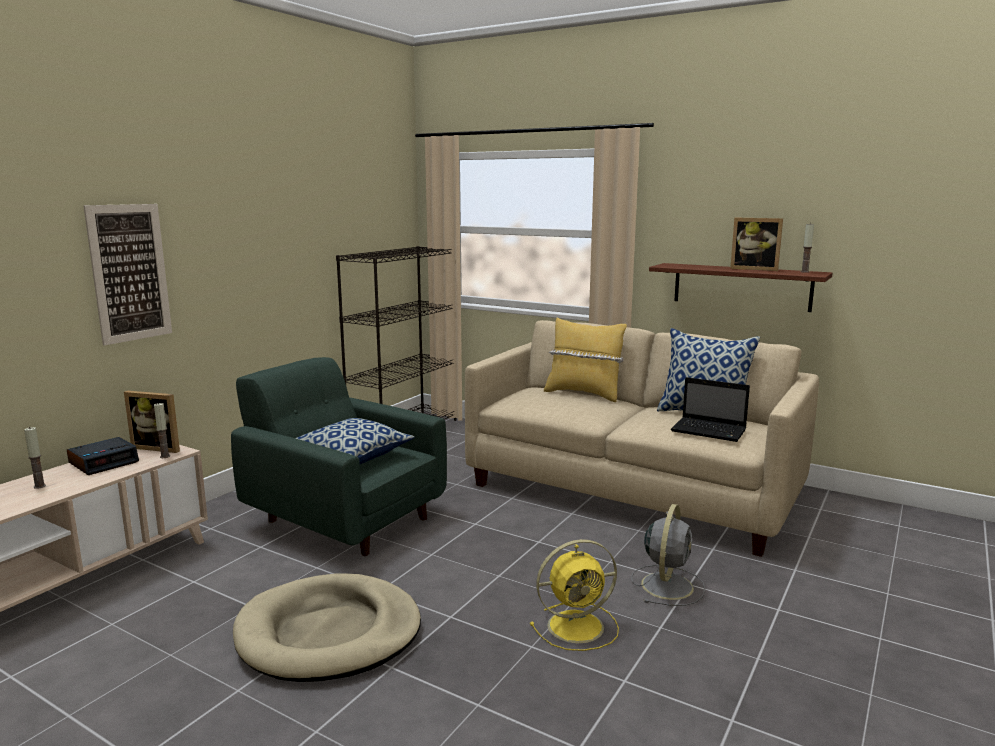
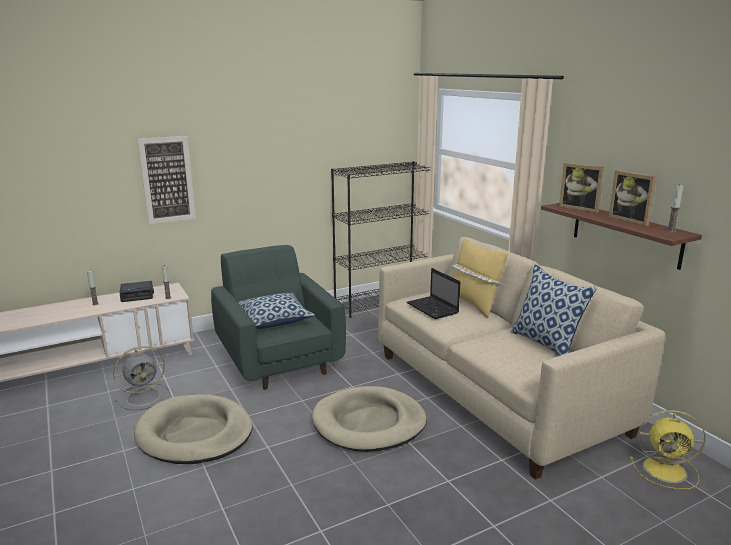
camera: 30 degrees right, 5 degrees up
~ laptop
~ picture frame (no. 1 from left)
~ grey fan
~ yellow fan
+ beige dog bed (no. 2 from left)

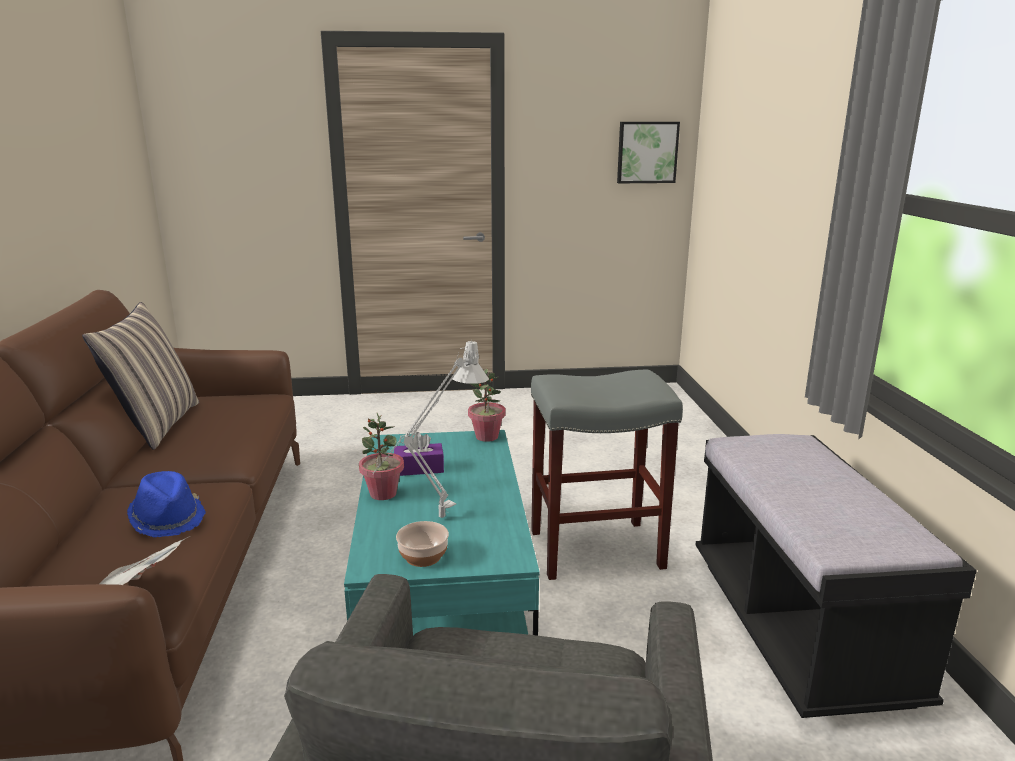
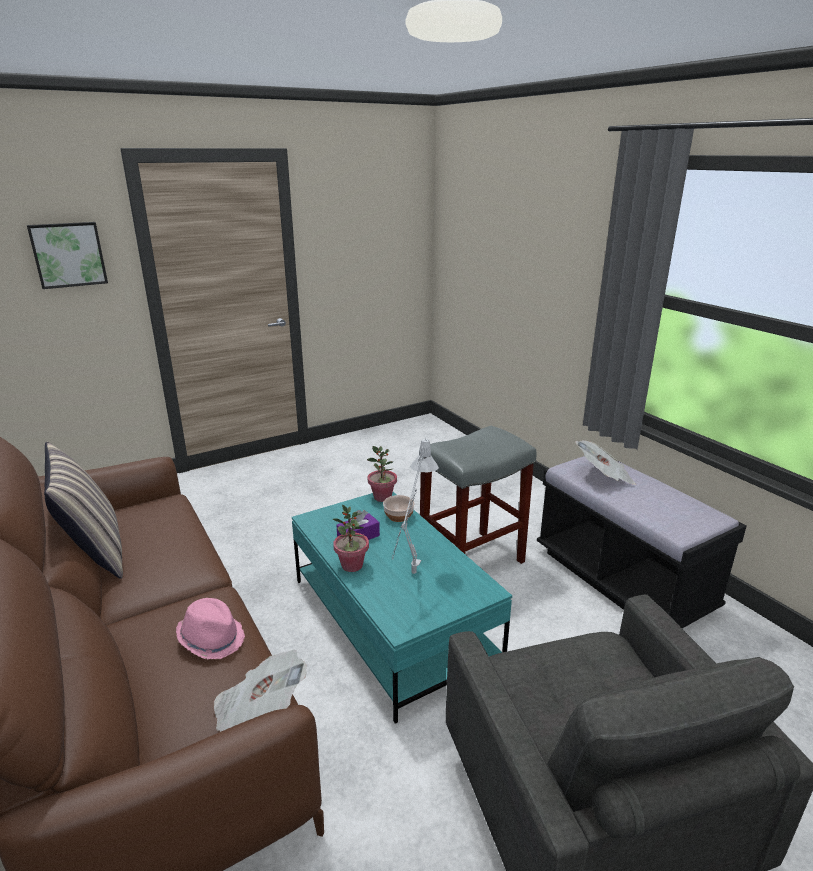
camera: 25 degrees left, 5 degrees up
~ picture
~ blue hat to pink hat
~ bowl
+ newspaper (no. 2 from left)

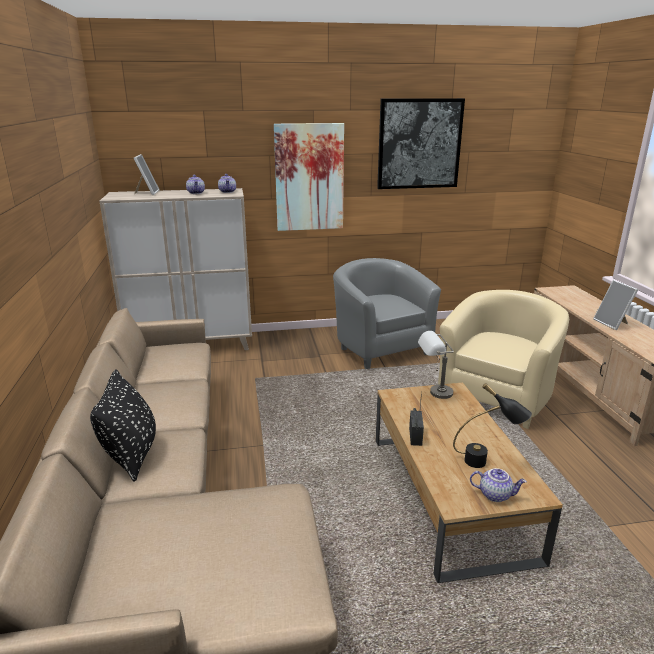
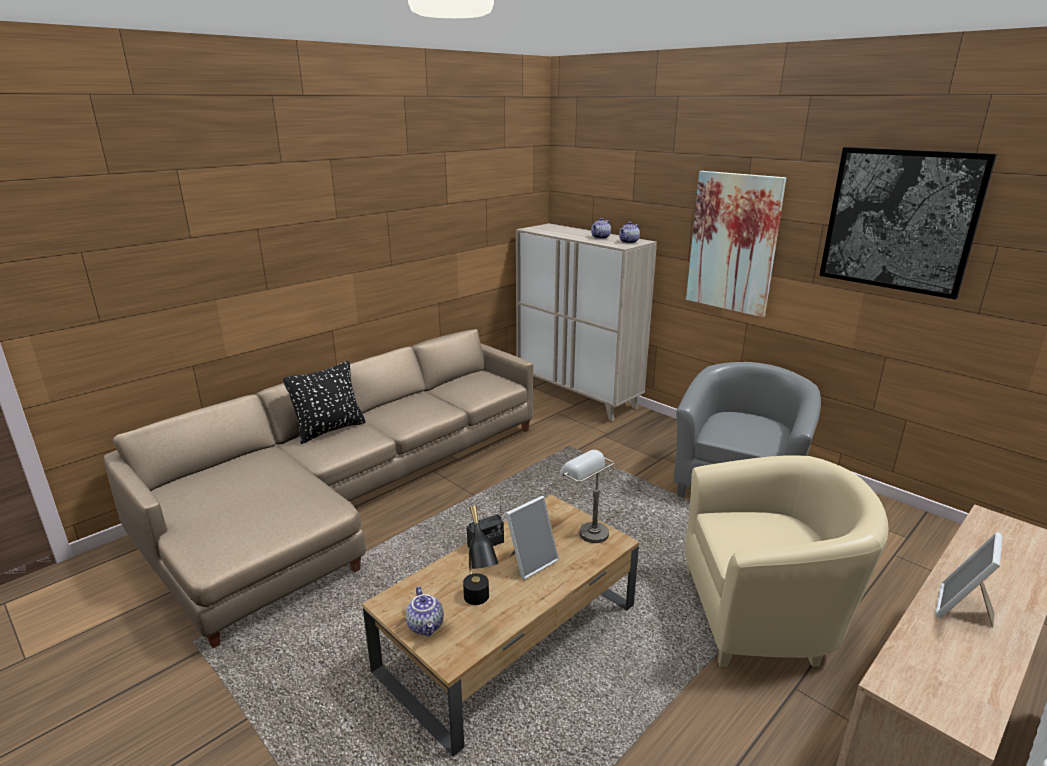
camera: 55 degrees right, 0 degrees up
~ picture frame (no. 1 from left)

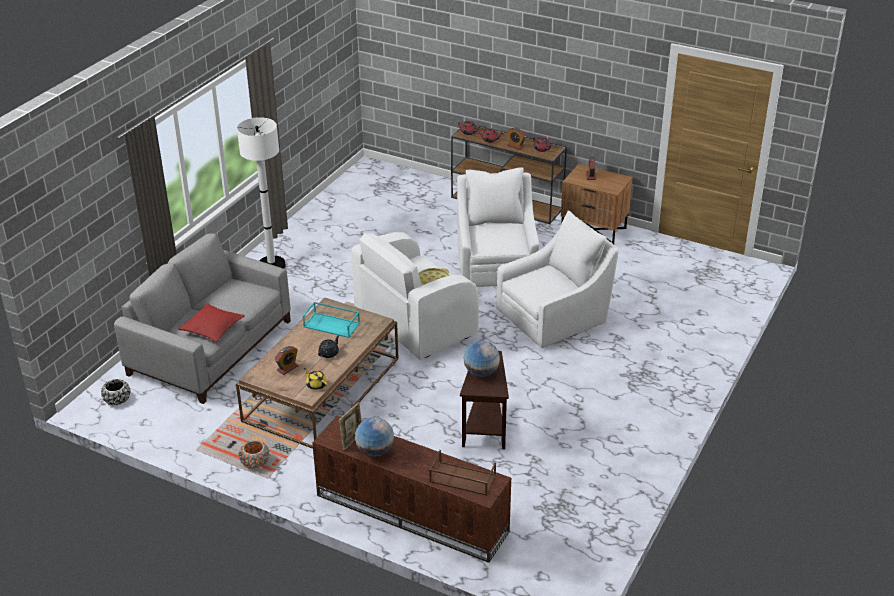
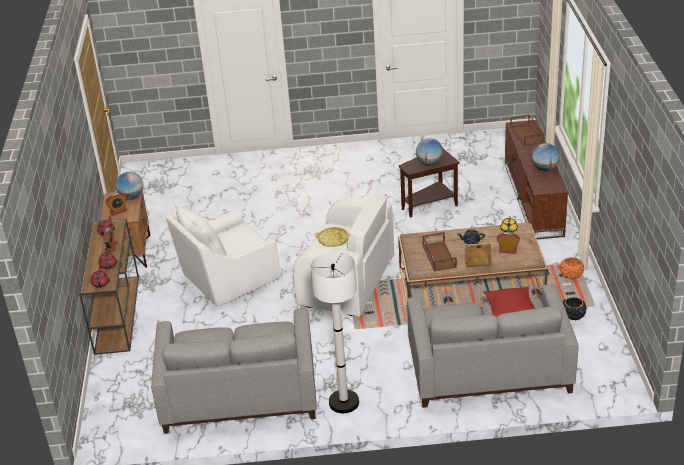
camera: 120 degrees left, 0 degrees up
- white armchair (no. 3 from left)
~ turquoise tray to brown tray (no. 1 from left)
~ black planter
~ picture frame
+ globe (no. 1 from left)
+ grey sofa (no. 1 from left)

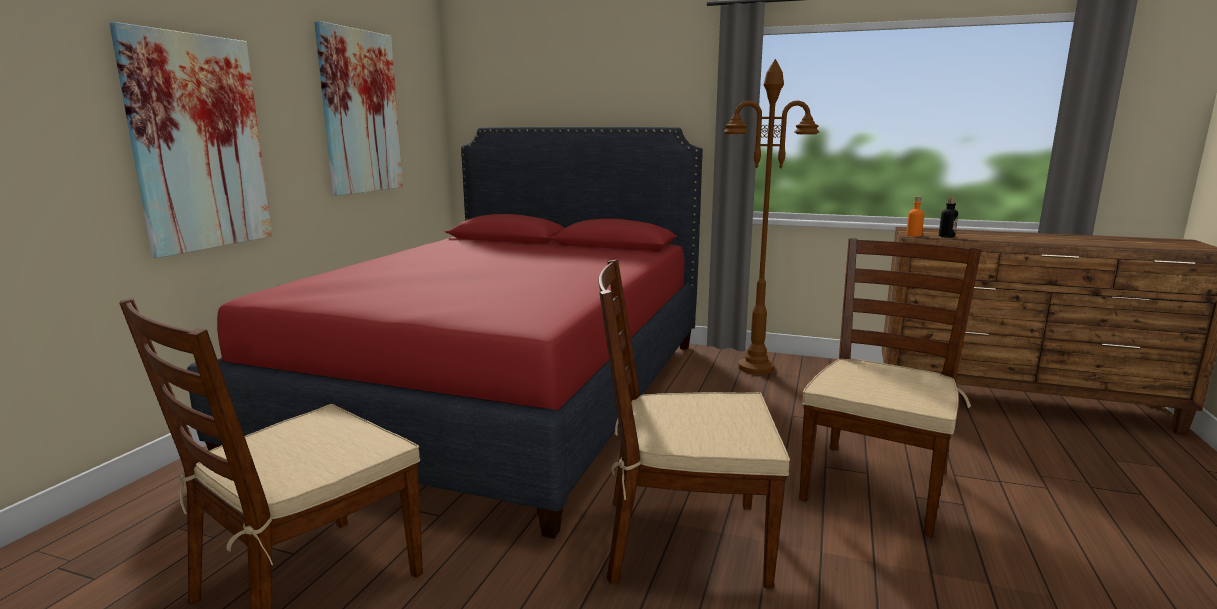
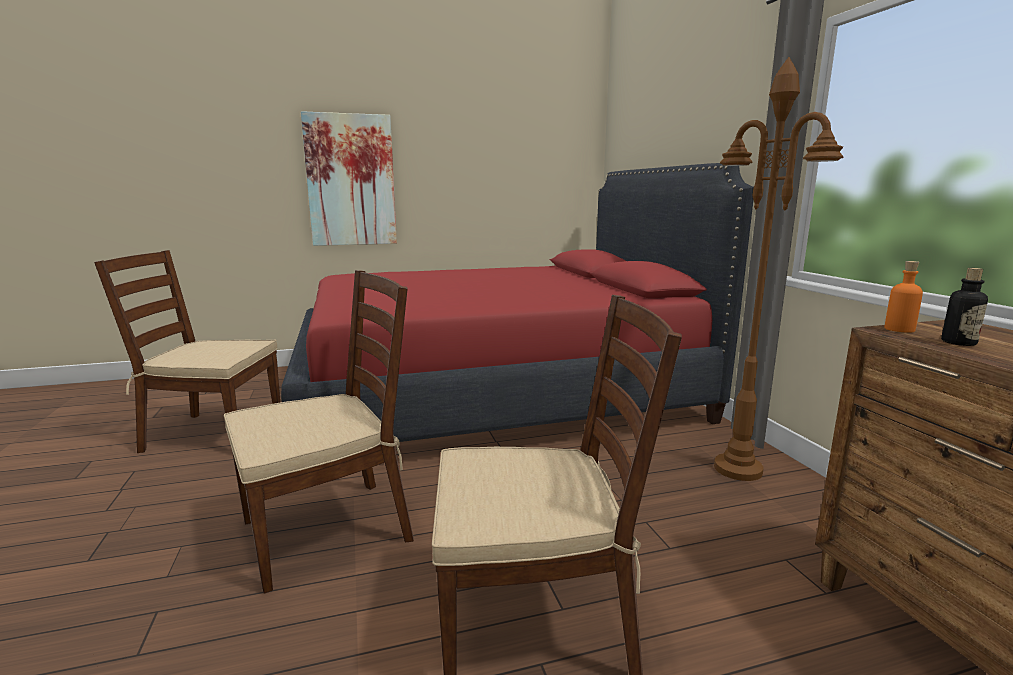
camera: 55 degrees right, 0 degrees up
- picture (no. 2 from left)
~ brown chair (no. 2 from left) 90 degrees clockwise

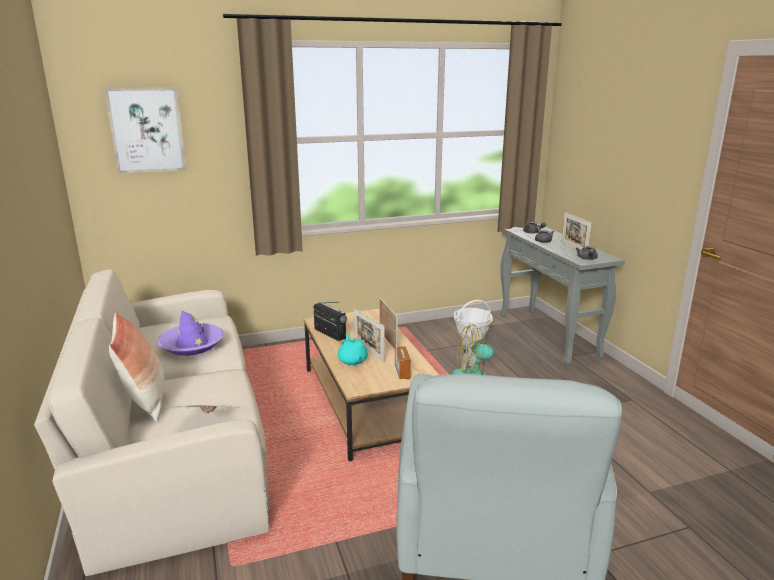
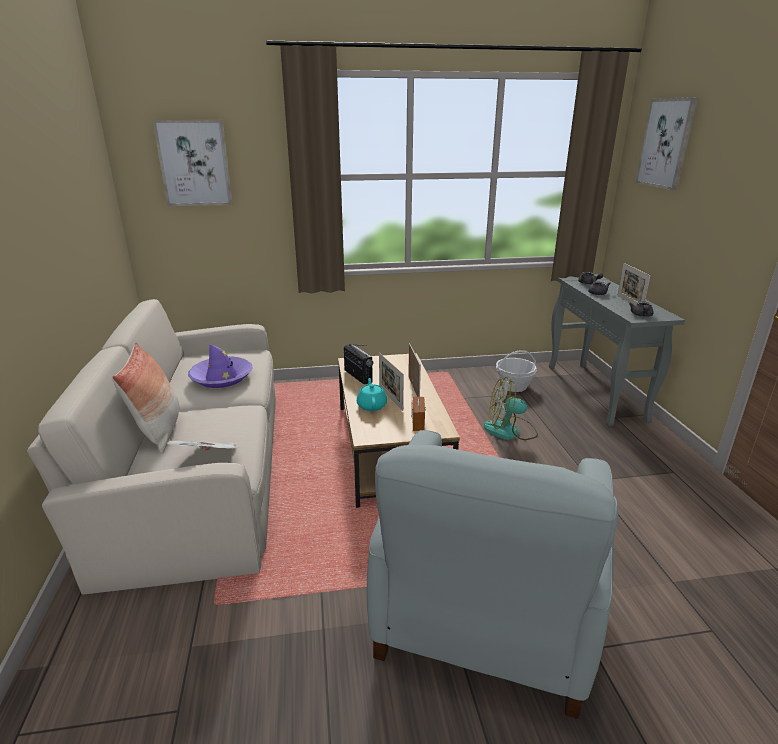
camera: 10 degrees right, 5 degrees up
+ picture (no. 2 from left)

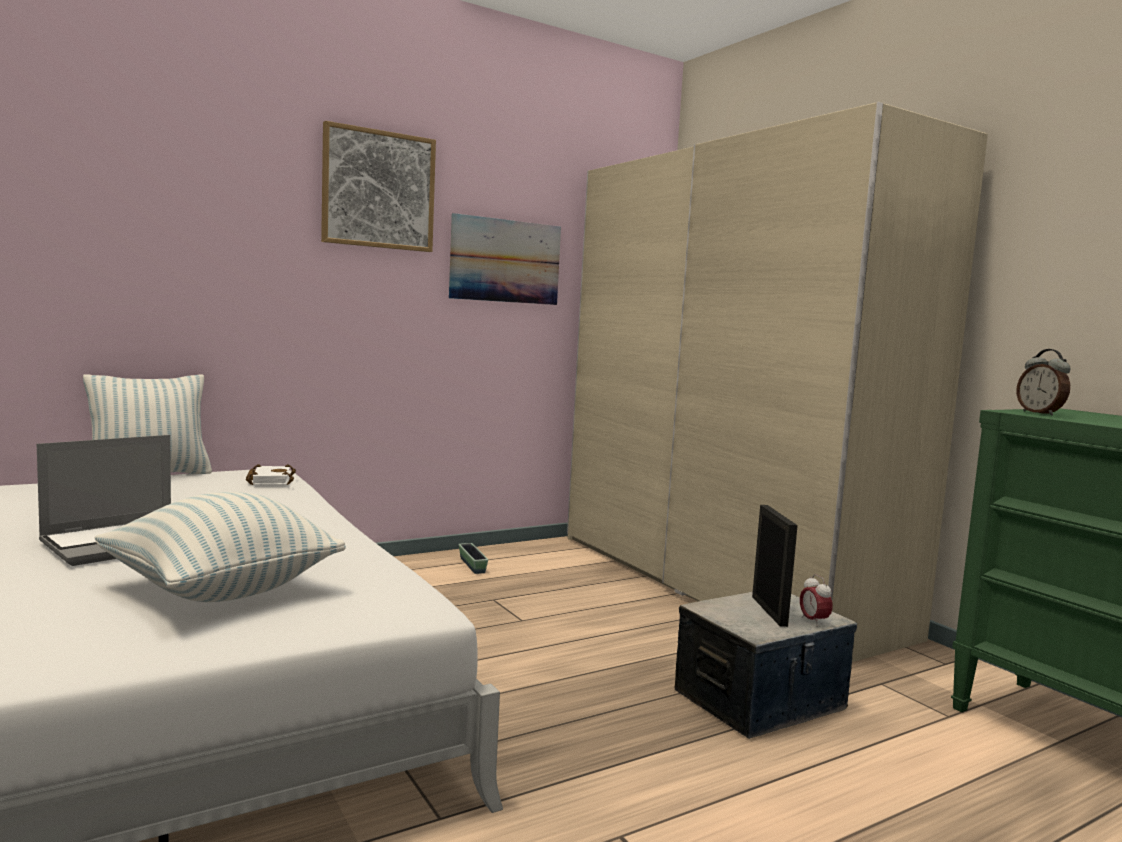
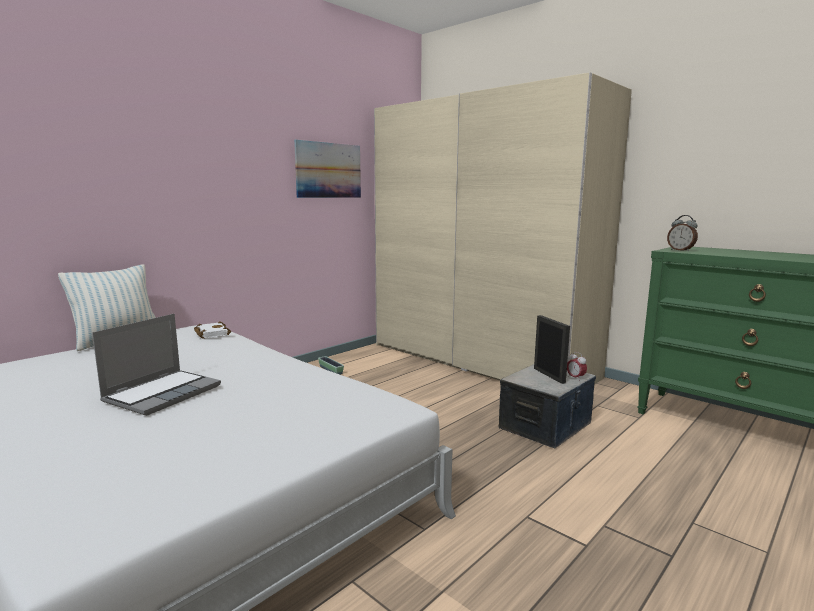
camera: 15 degrees left, 5 degrees up
- picture (no. 1 from left)
- pillow (no. 2 from left)

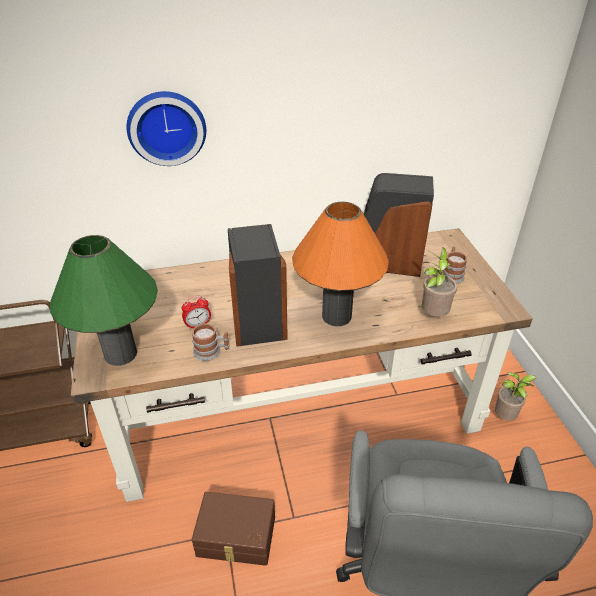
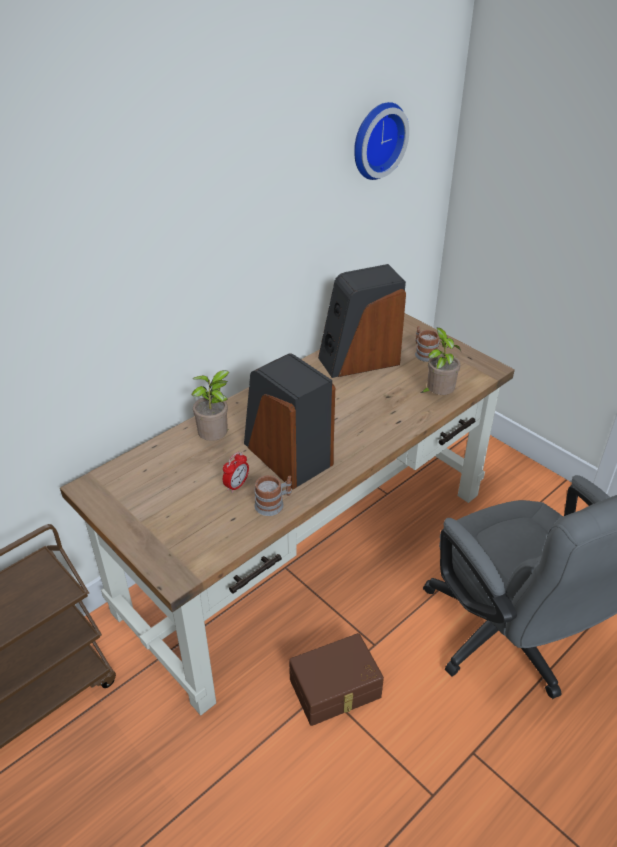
camera: 30 degrees left, 0 degrees up
~ wall clock
- orange table lamp
- green table lamp
~ potted plant (no. 2 from left in the first image) to potted plant (no. 1 from left)

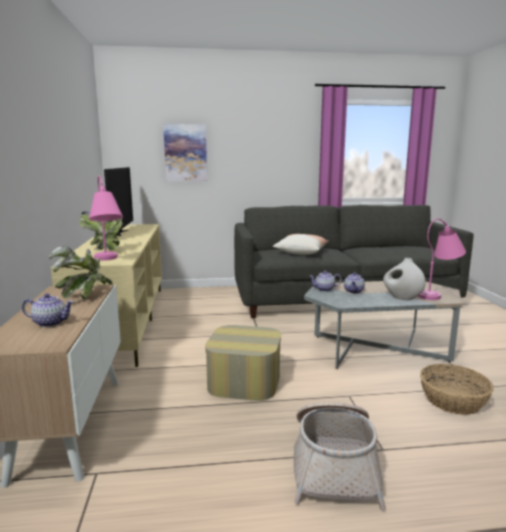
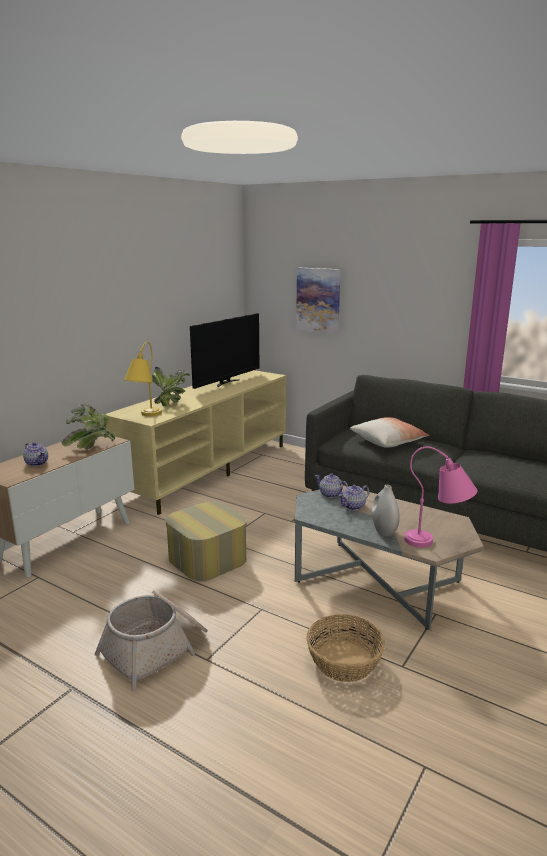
camera: 40 degrees right, 5 degrees up
~ pink table lamp (no. 1 from left) to yellow table lamp

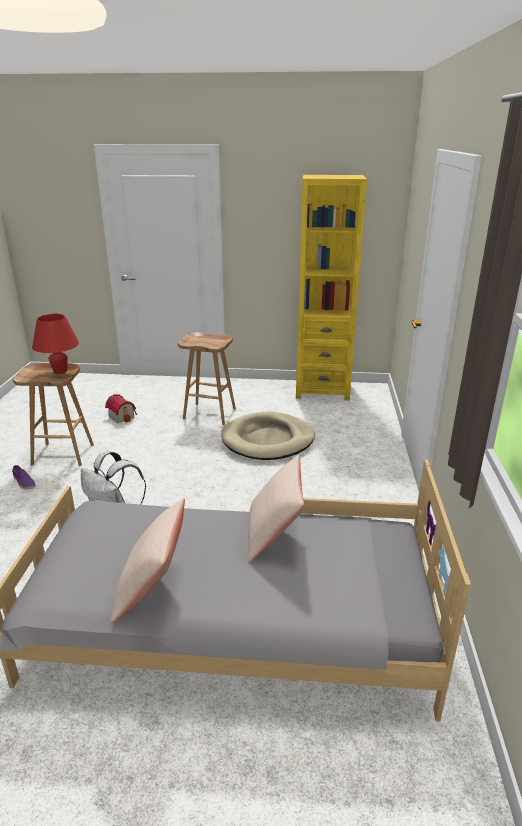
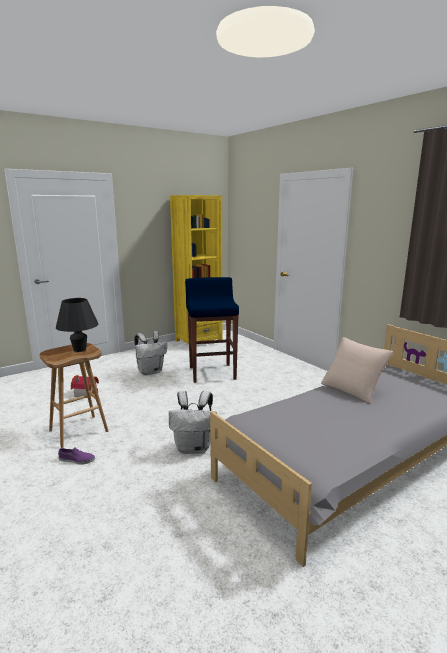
camera: 40 degrees left, 10 degrees down
~ red table lamp to black table lamp
~ brown stool (no. 2 from left) to white backpack (no. 1 from left)
~ beige dog bed to blue stool
- beige pillow (no. 1 from left)

